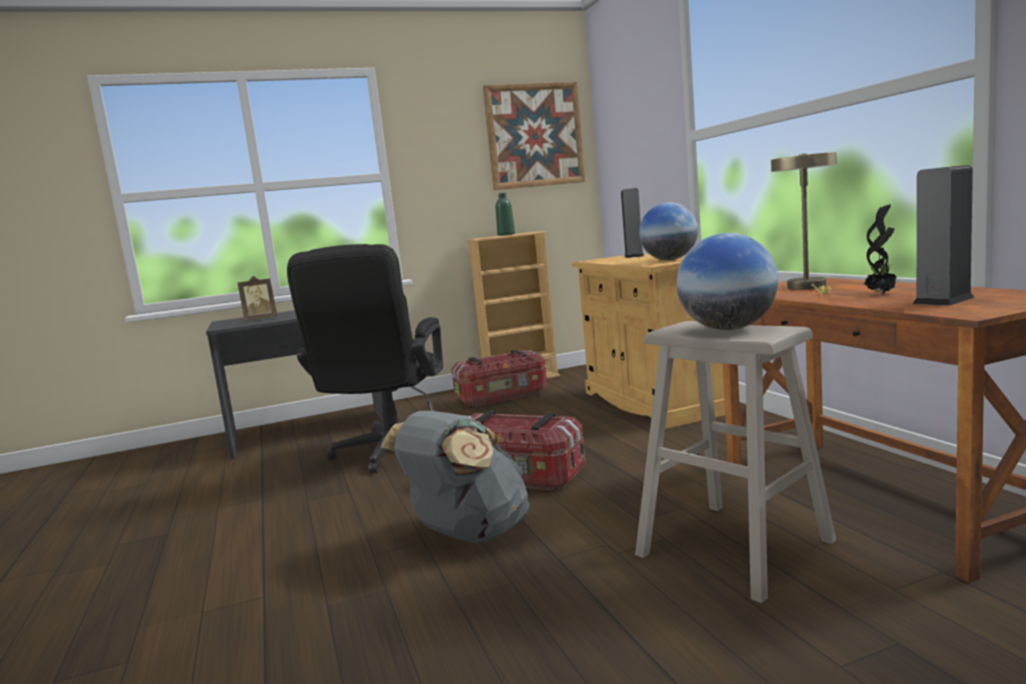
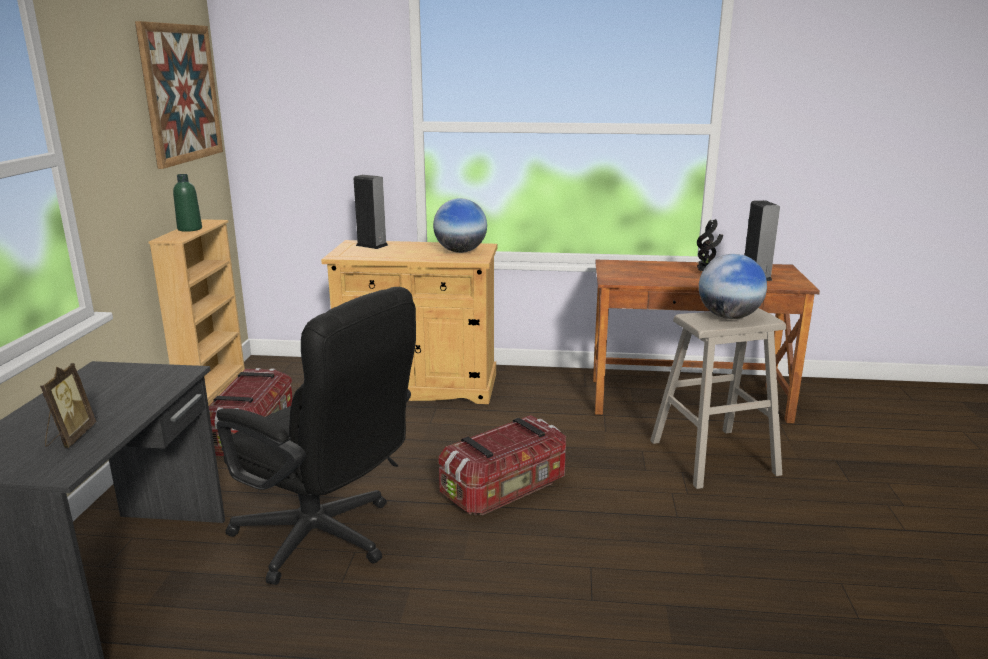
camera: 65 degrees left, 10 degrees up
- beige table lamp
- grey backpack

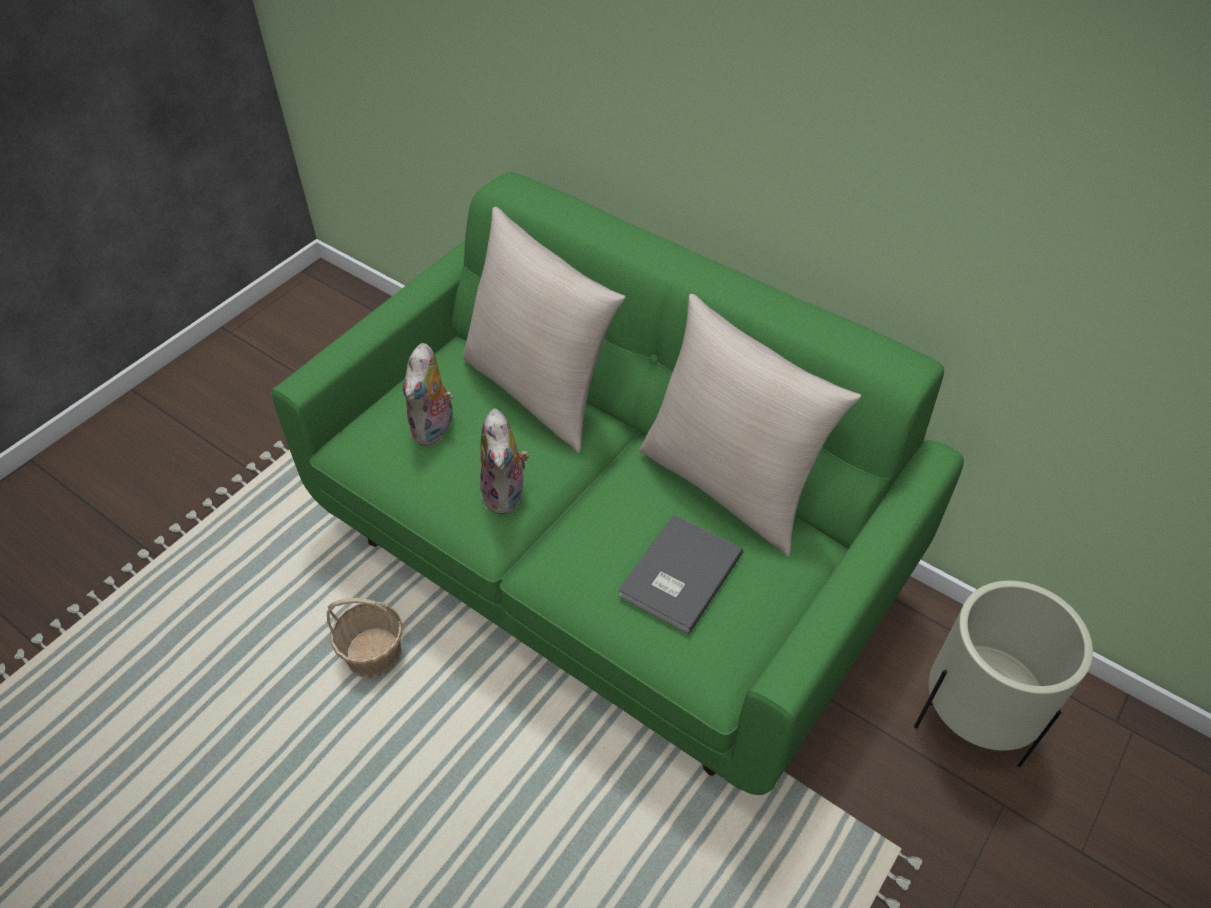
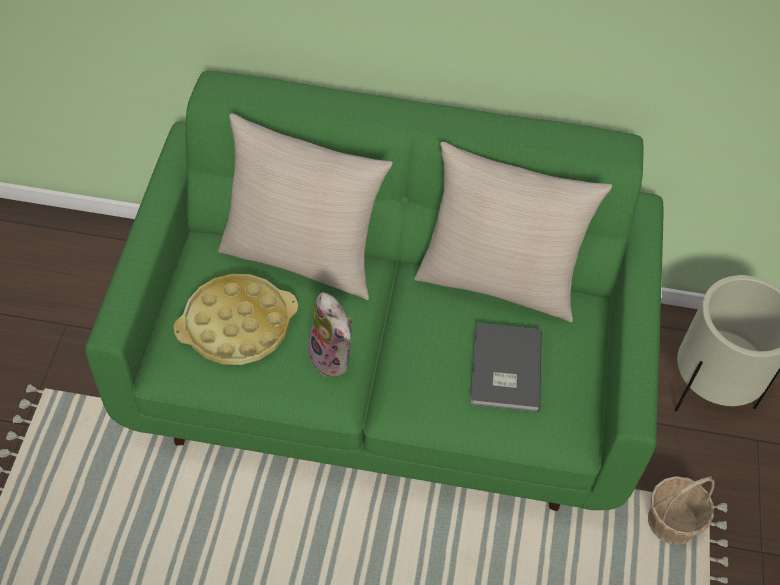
camera: 30 degrees left, 5 degrees up
~ plush toy (no. 1 from left) to yellow tray
~ basket

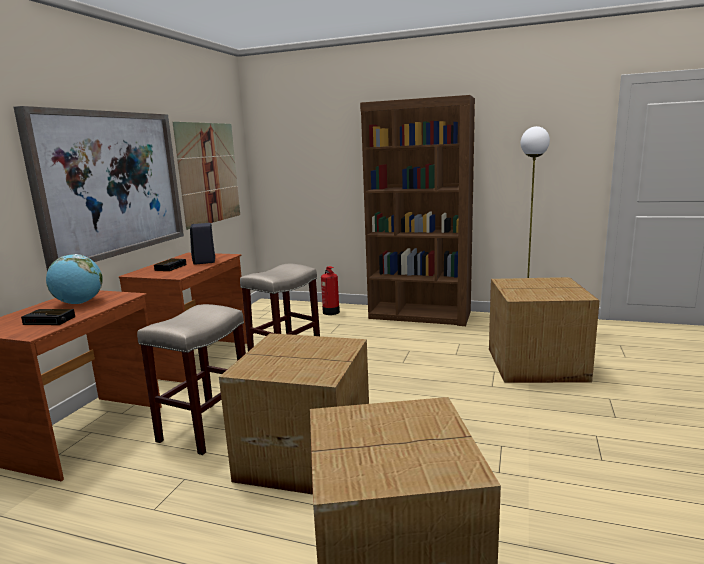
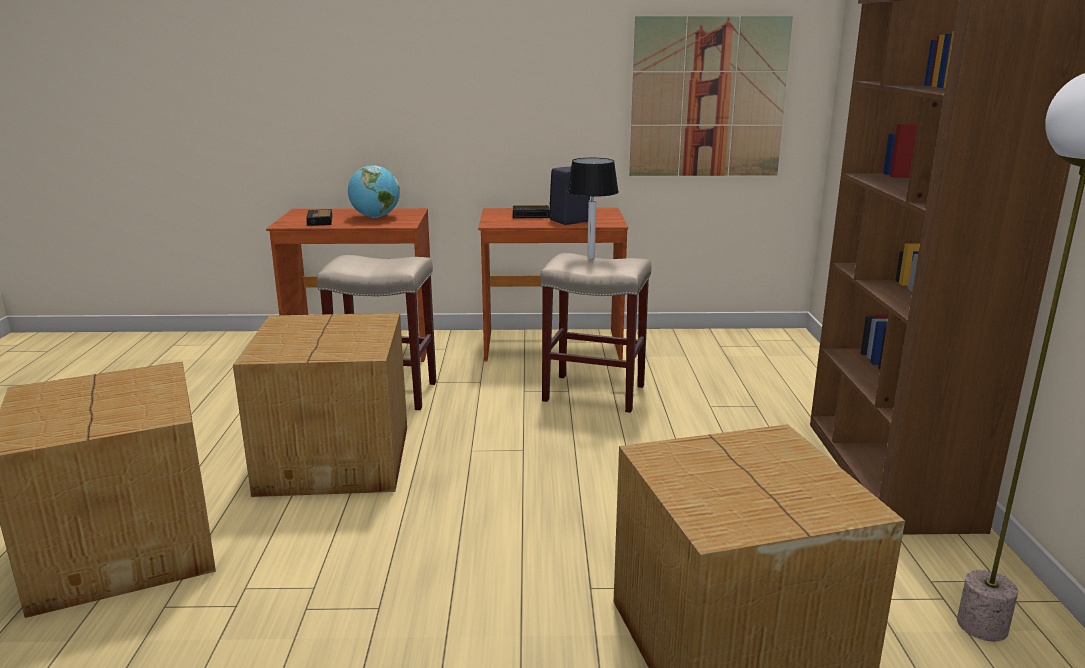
camera: 70 degrees right, 5 degrees up
- picture (no. 1 from left)
- fire extinguisher
+ table lamp

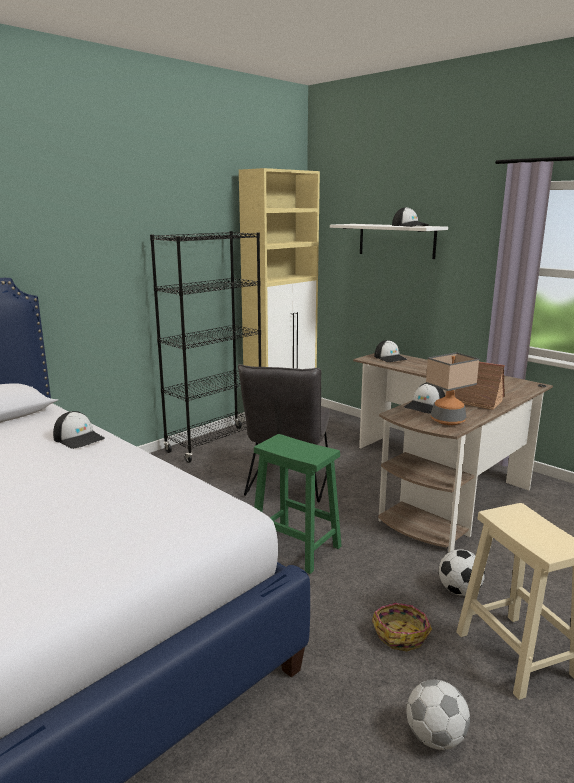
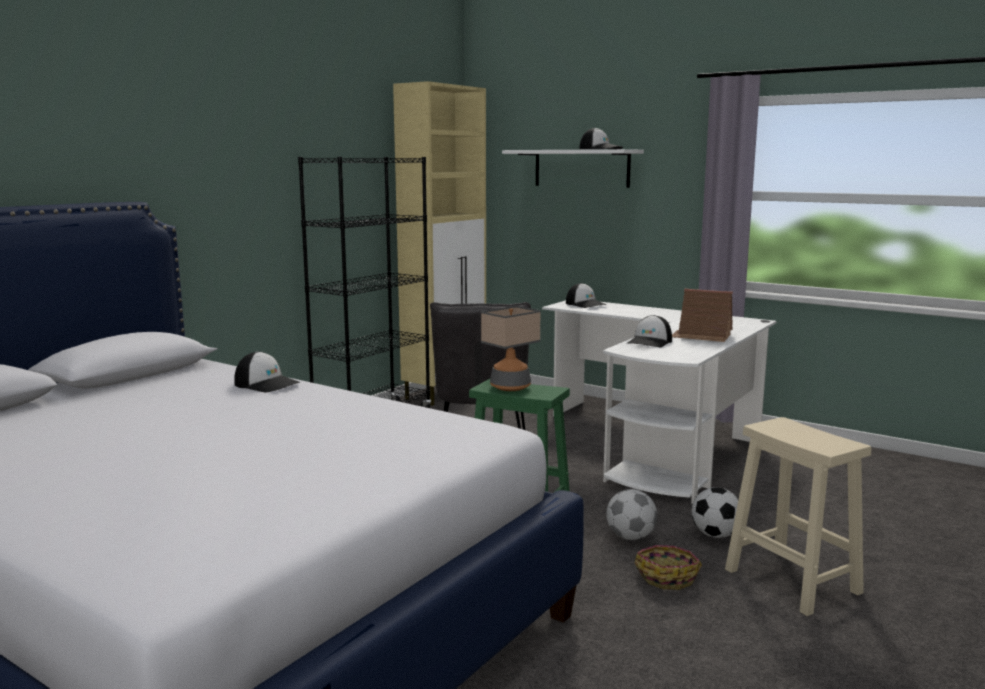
camera: 10 degrees left, 5 degrees down
~ table lamp
~ brown desk to white desk
~ football (no. 1 from left)

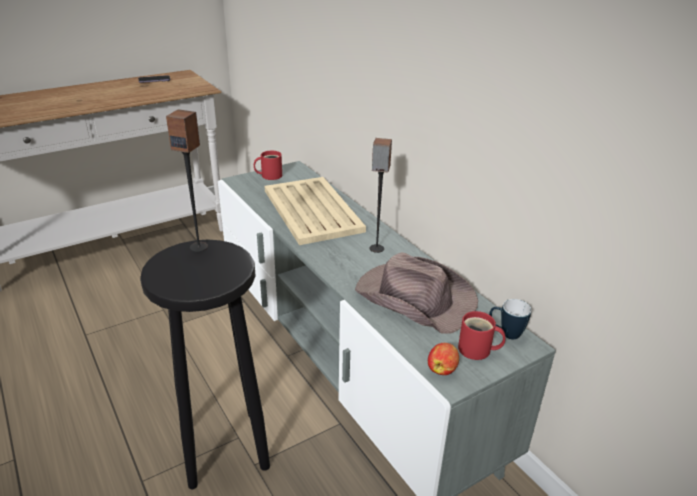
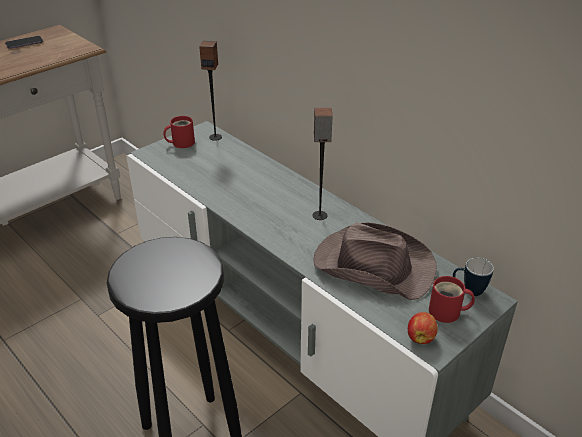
camera: 10 degrees left, 5 degrees up
~ speaker (no. 1 from left)
- beige tray

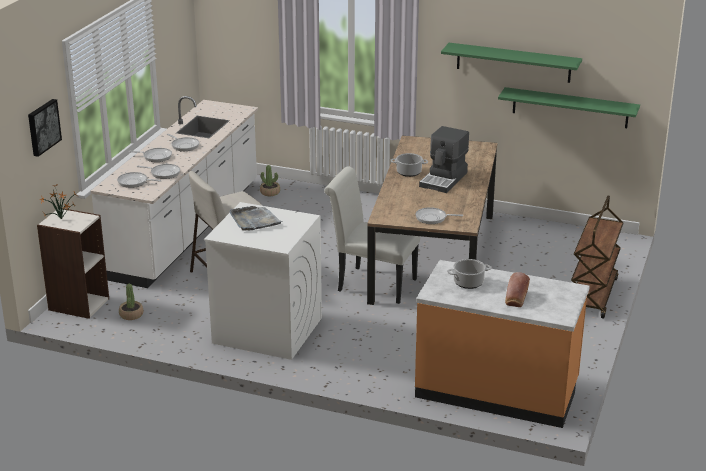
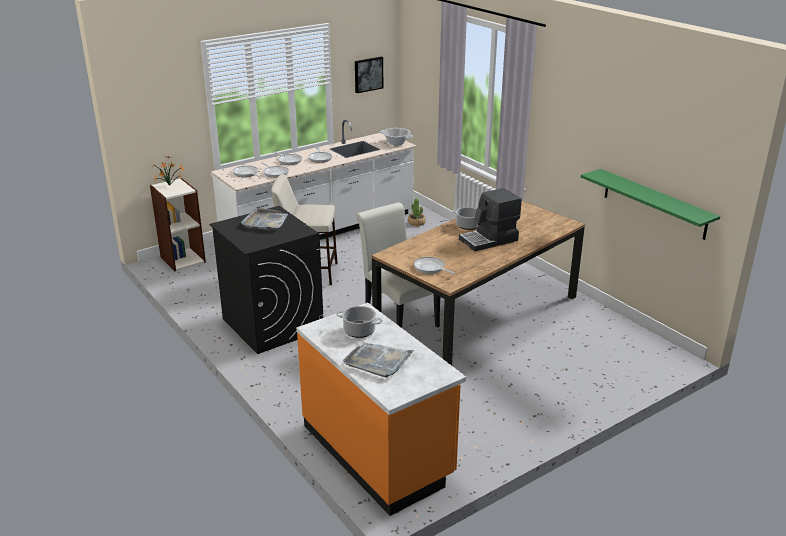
camera: 35 degrees right, 0 degrees up
- green shelf (no. 1 from left)
~ picture
- brown cart
~ white washing machine to black washing machine
~ bread to grey tray (no. 2 from left)
- potted plant (no. 2 from left)
+ cooking pot (no. 2 from left)

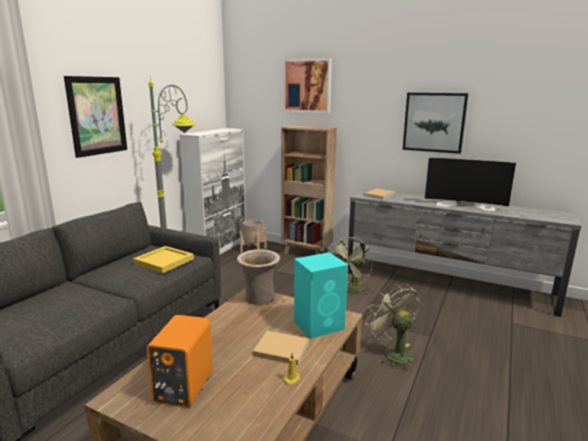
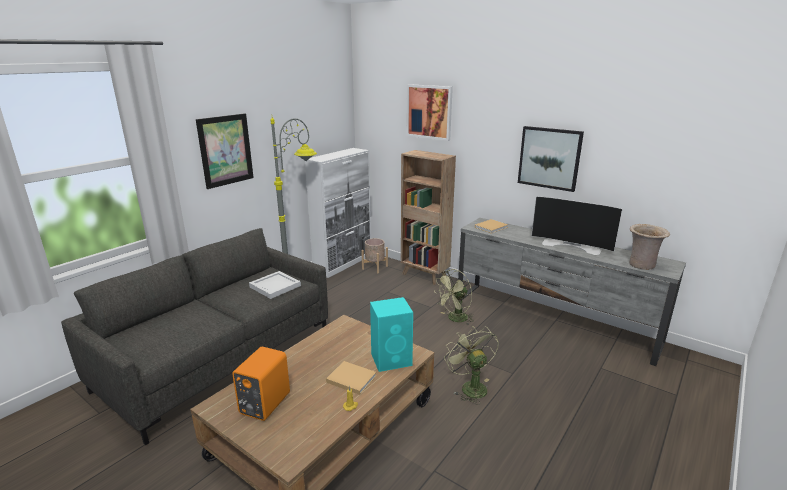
camera: 10 degrees right, 5 degrees up
~ yellow tray to white tray
~ beige vase

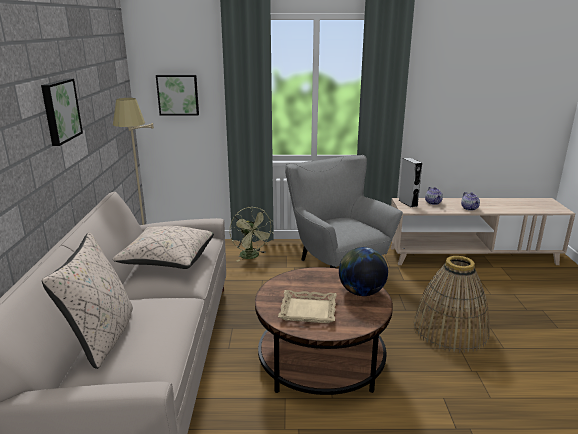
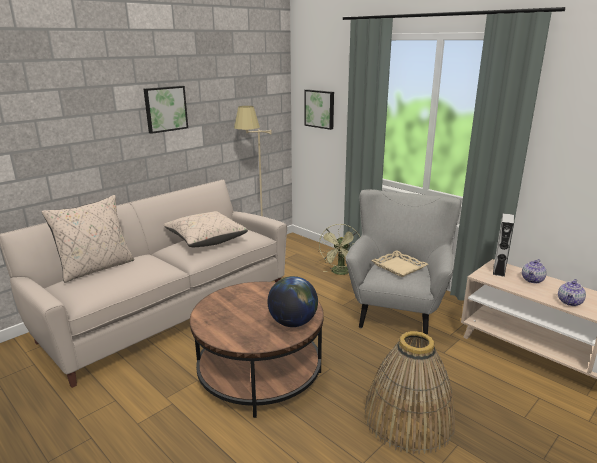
camera: 45 degrees right, 0 degrees up
~ beige tray

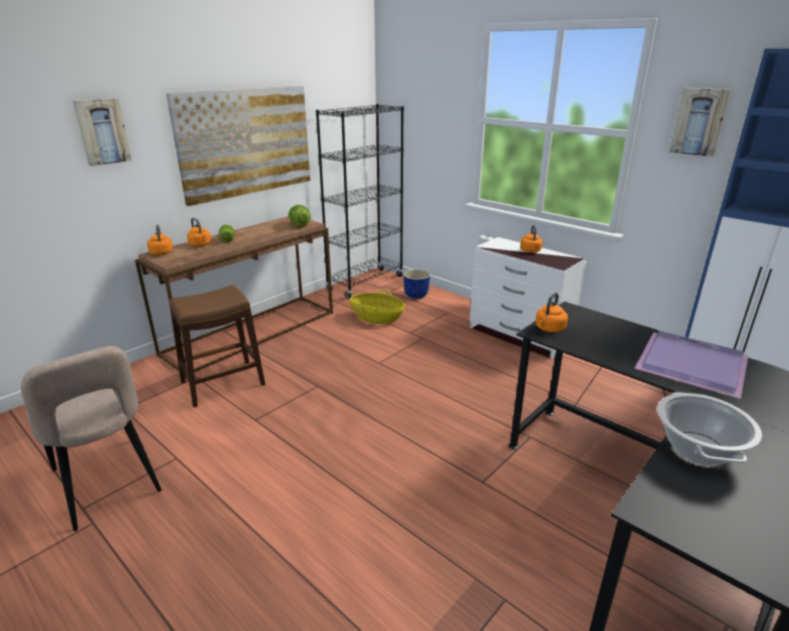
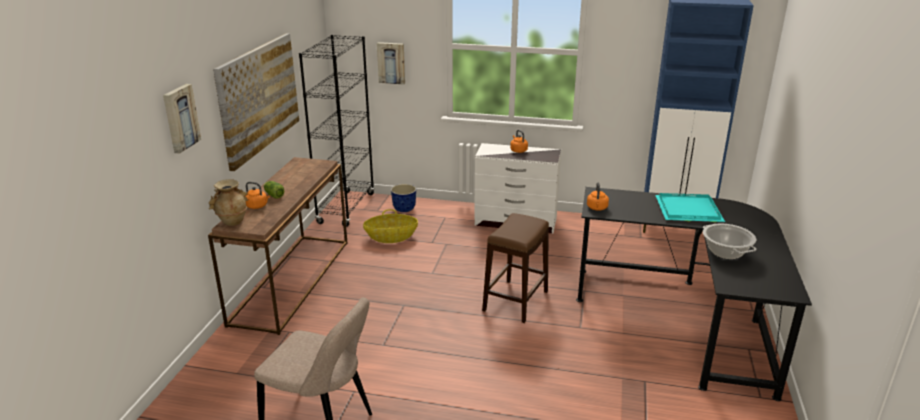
camera: 30 degrees left, 0 degrees up
~ picture (no. 3 from left)
- lettuce (no. 2 from left)
~ orange kettle (no. 1 from left) to beige vase
~ brown stool
~ purple tray to turquoise tray

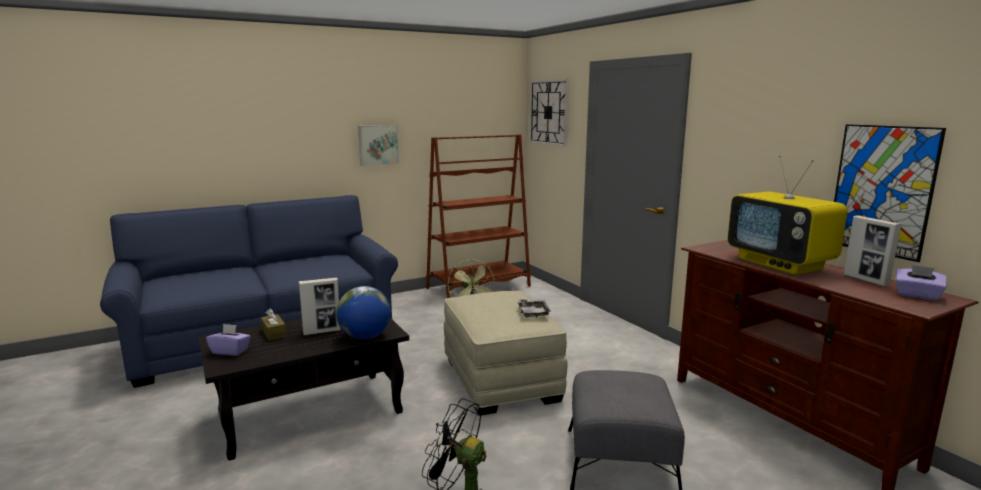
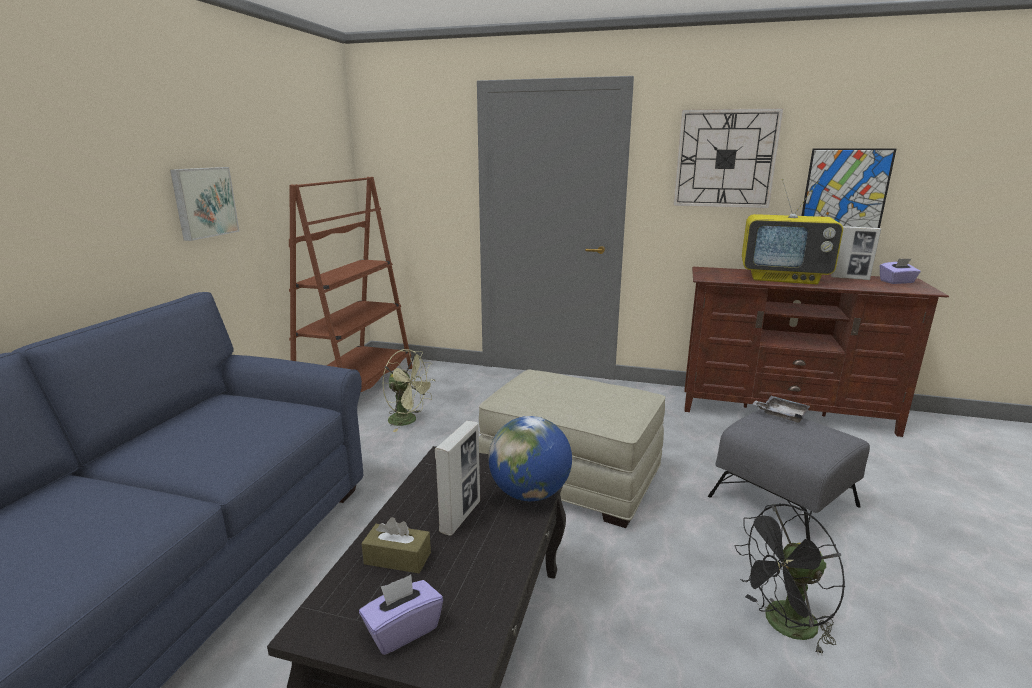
camera: 45 degrees left, 5 degrees up
~ wall clock
~ grey tray

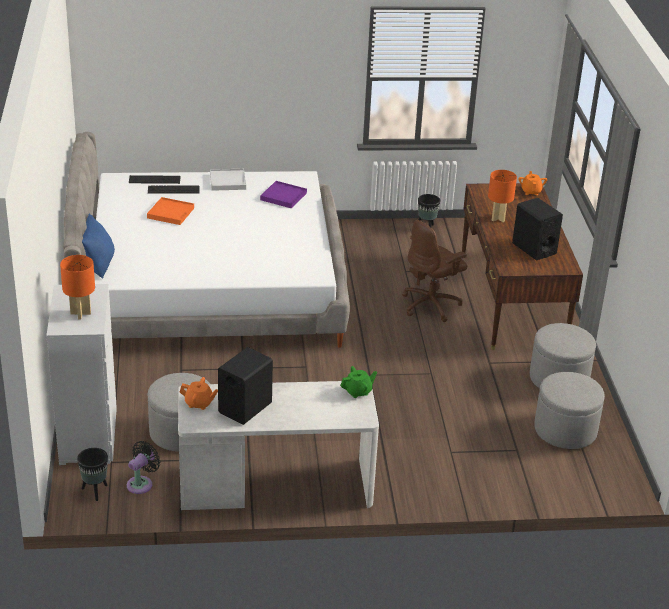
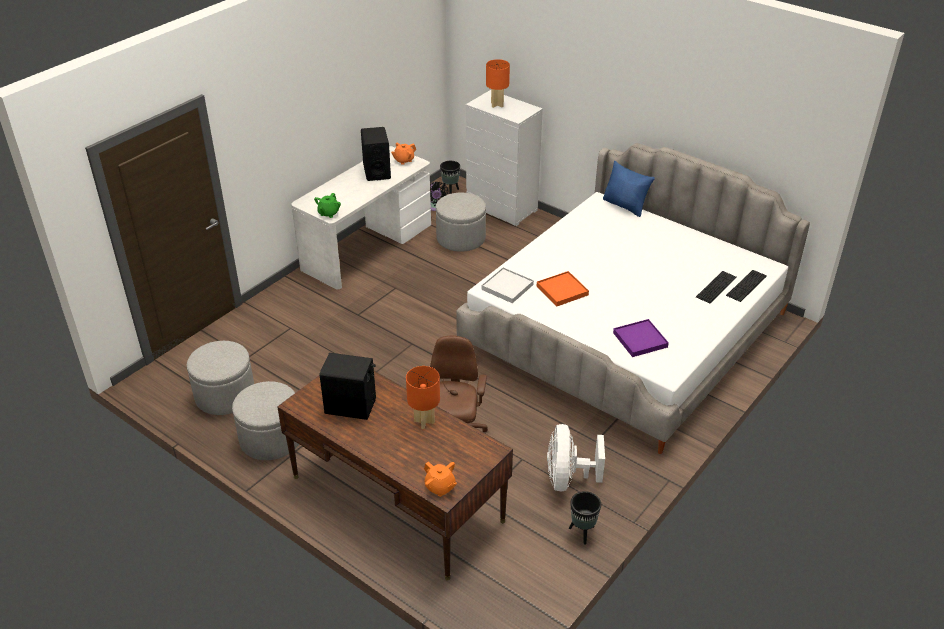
camera: 135 degrees right, 5 degrees up
~ white tray
~ orange tray
+ white fan

